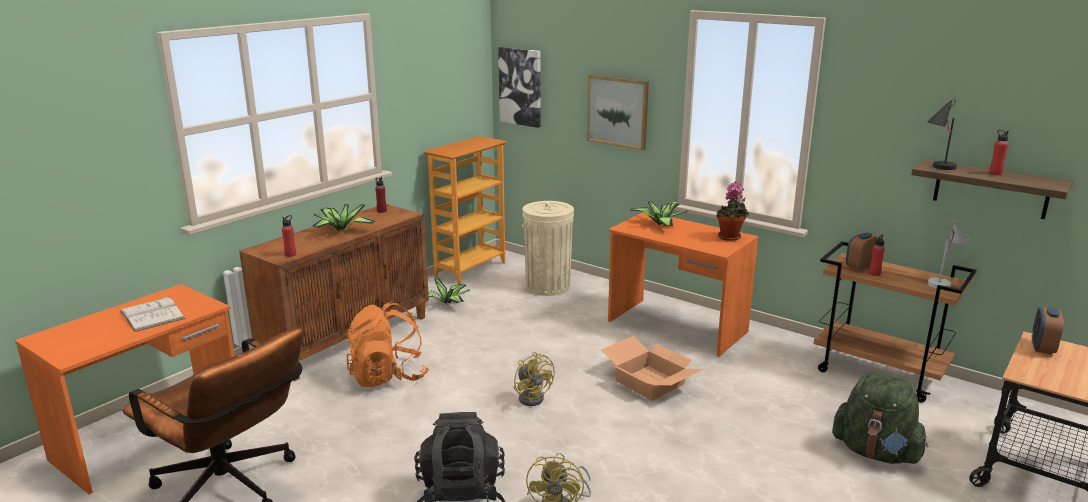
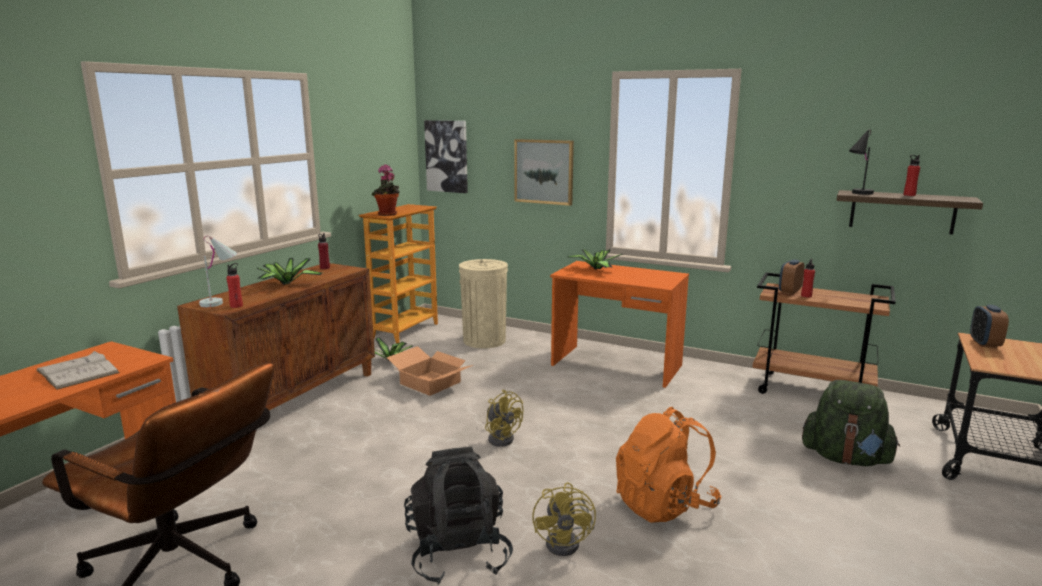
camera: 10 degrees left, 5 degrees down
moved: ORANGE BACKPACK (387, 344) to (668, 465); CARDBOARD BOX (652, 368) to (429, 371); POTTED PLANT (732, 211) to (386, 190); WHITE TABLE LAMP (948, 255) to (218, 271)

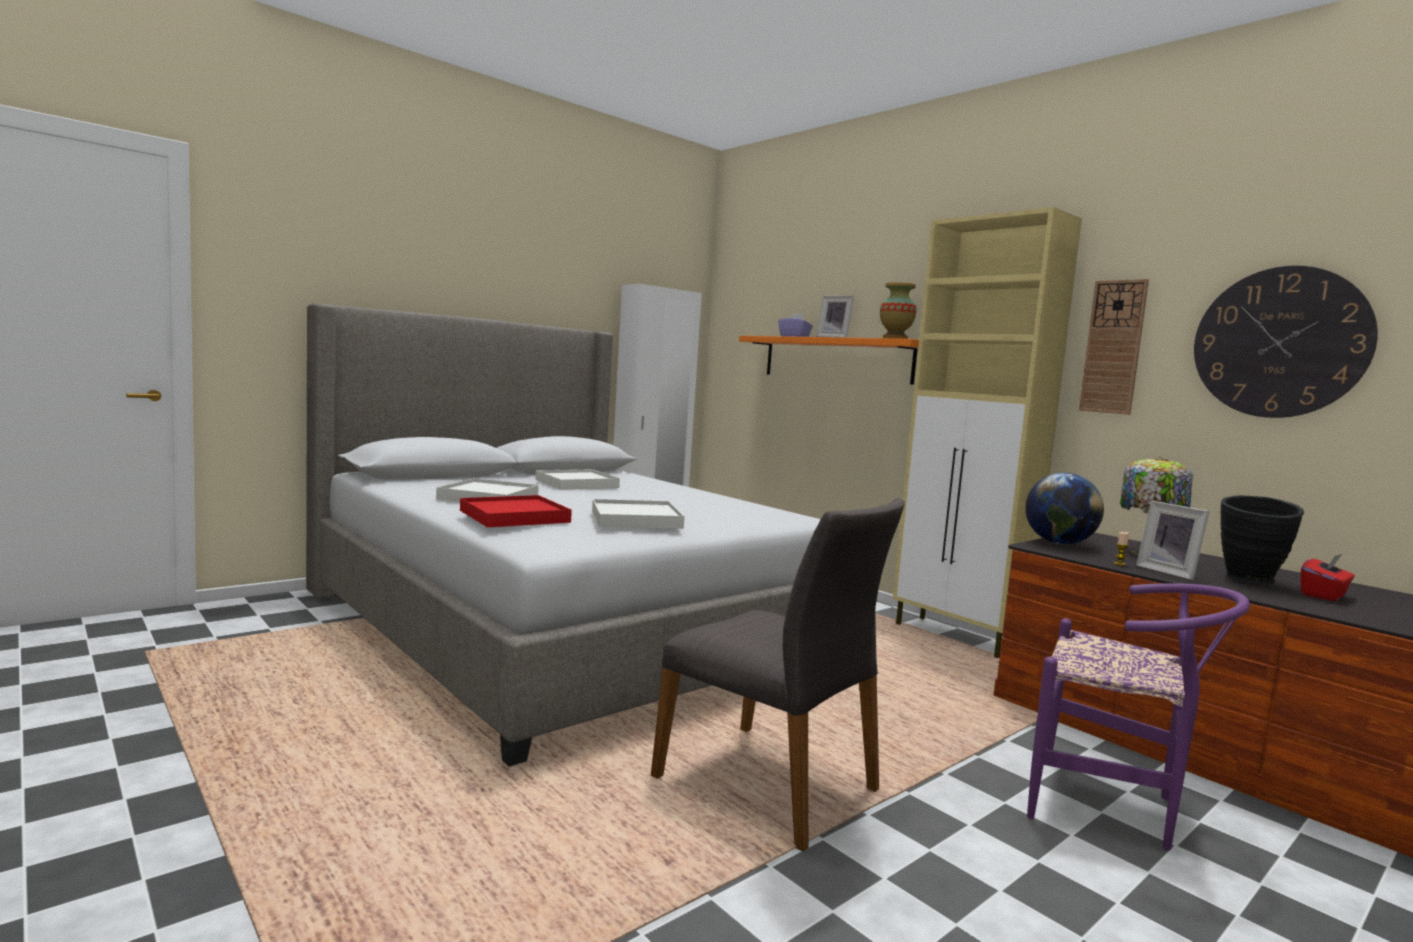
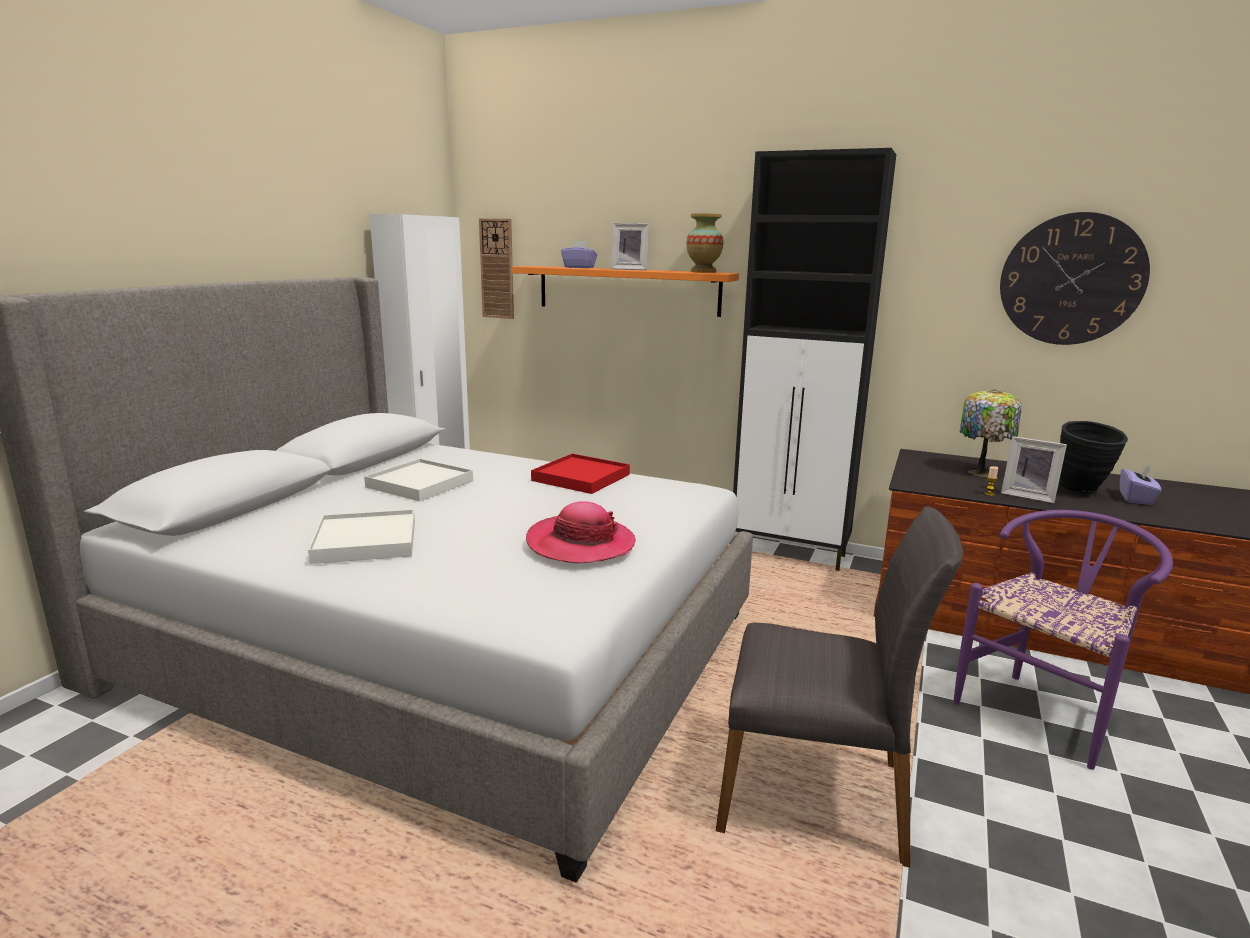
camera: 25 degrees left, 10 degrees up
removed: GLOBE (1064, 508)
moved: RED TRAY (516, 511) to (580, 474); WALL CLOCK (1114, 347) to (496, 268)
replaced: WHITE TRAY (638, 514) to HAT (581, 532)
recoloured: BEIGE CABINET (987, 432) to BLACK CABINET (814, 359); RED TISSUE BOX (1327, 577) to PURPLE TISSUE BOX (1140, 484)
turned: PURPLE CHAIR (1138, 716) = (1063, 640) 45 degrees counterclockwise

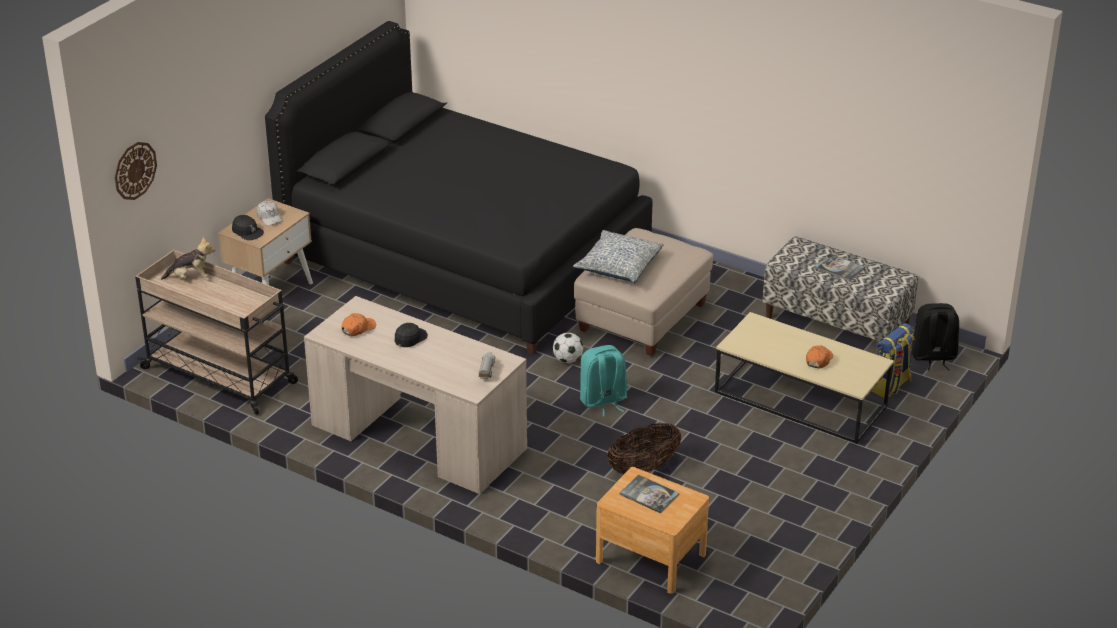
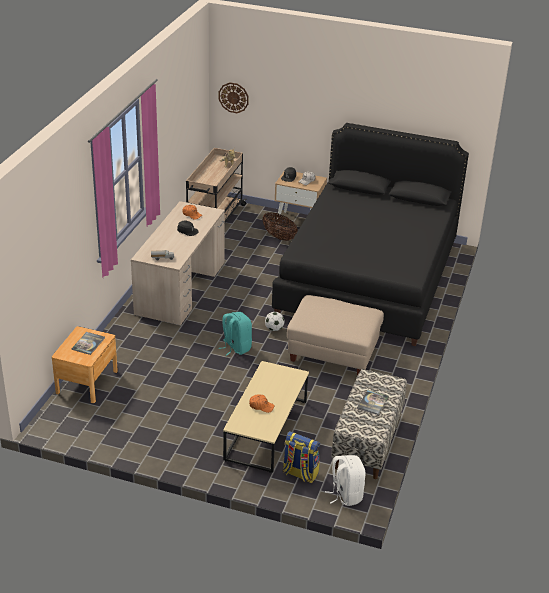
camera: 75 degrees right, 0 degrees up
removed: PILLOW (618, 256)
moved: BASKET (644, 449) to (280, 226)
recoloured: BLACK BACKPACK (935, 337) to WHITE BACKPACK (345, 480)

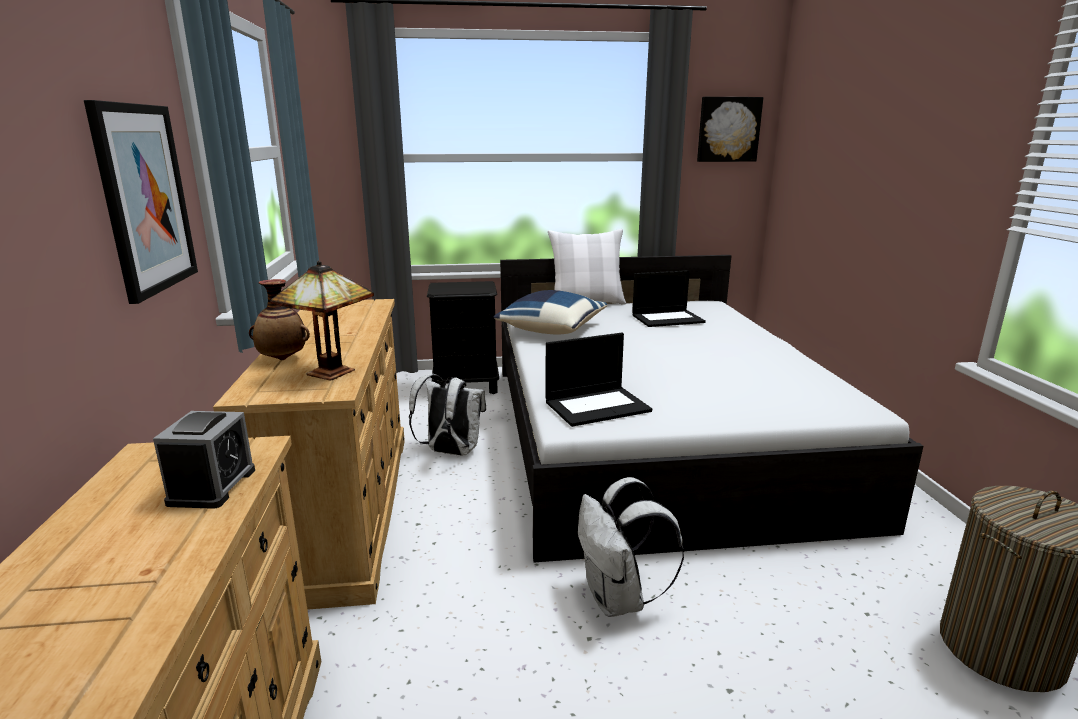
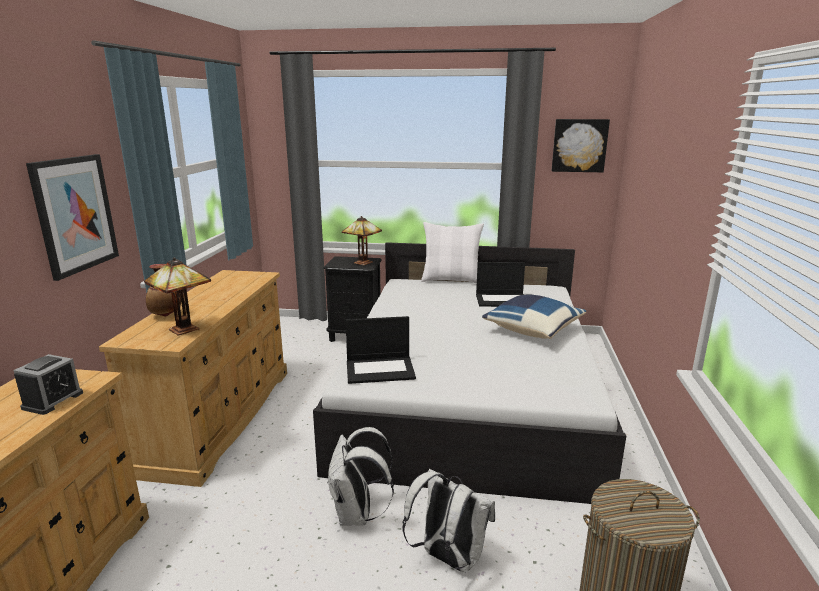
camera: 15 degrees right, 0 degrees up
added: TABLE LAMP (362, 240)
moved: WHITE BACKPACK (447, 415) to (448, 521); BLUE PILLOW (550, 312) to (534, 317)

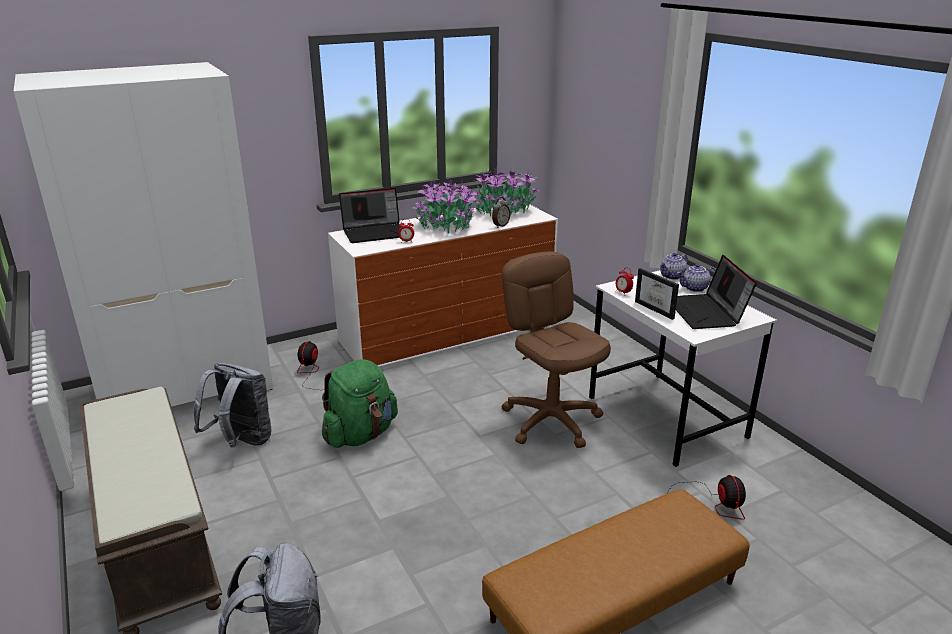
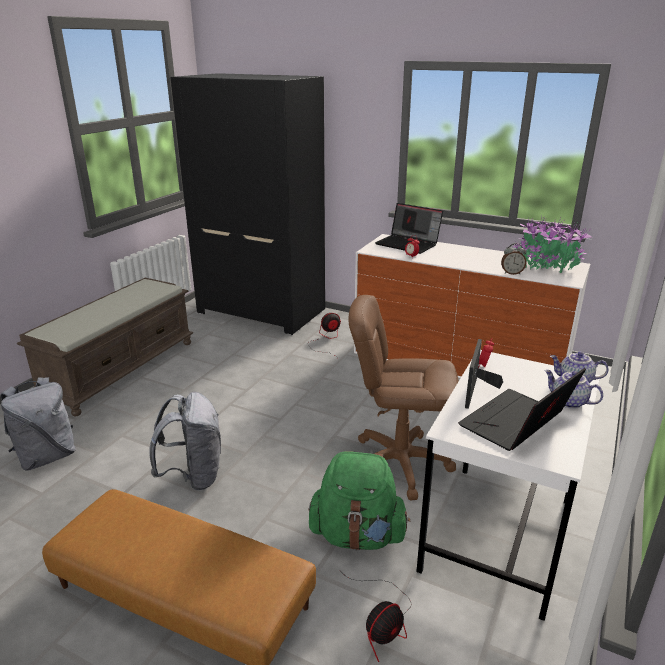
camera: 55 degrees right, 0 degrees up
removed: POTTED PLANT (445, 206)
moved: GREY BACKPACK (233, 405) to (185, 441); GREEN BACKPACK (360, 403) to (359, 500)
recoloured: WHITE WARDROBE (143, 234) to BLACK WARDROBE (247, 204)
turned: BROWN OFFICE CHAIR (556, 349) = (403, 398) 105 degrees counterclockwise

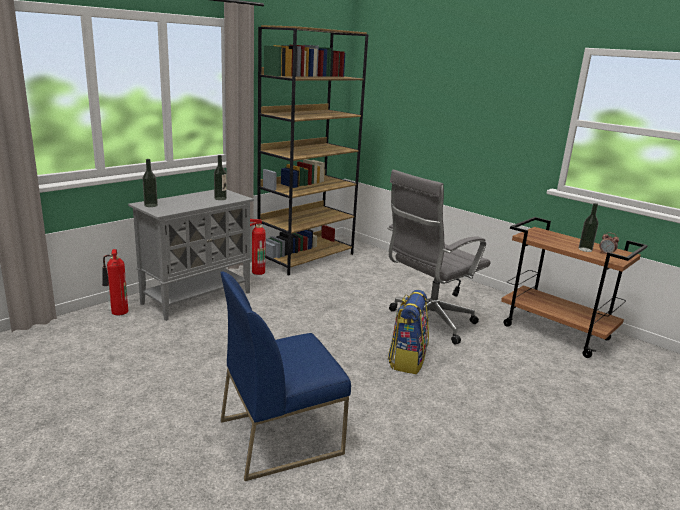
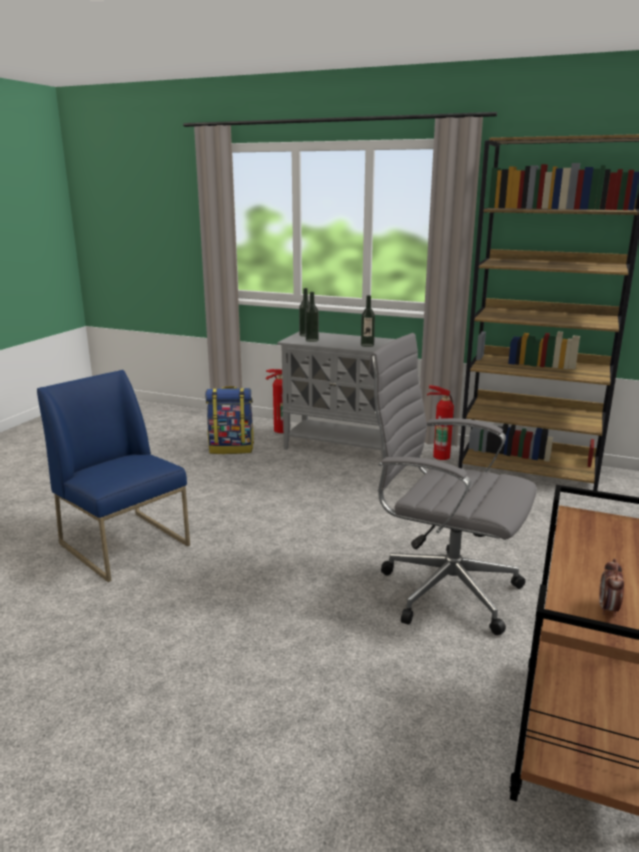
camera: 70 degrees right, 0 degrees up
moved: BACKPACK (408, 332) to (229, 420); BOTTLE (589, 227) to (312, 317)

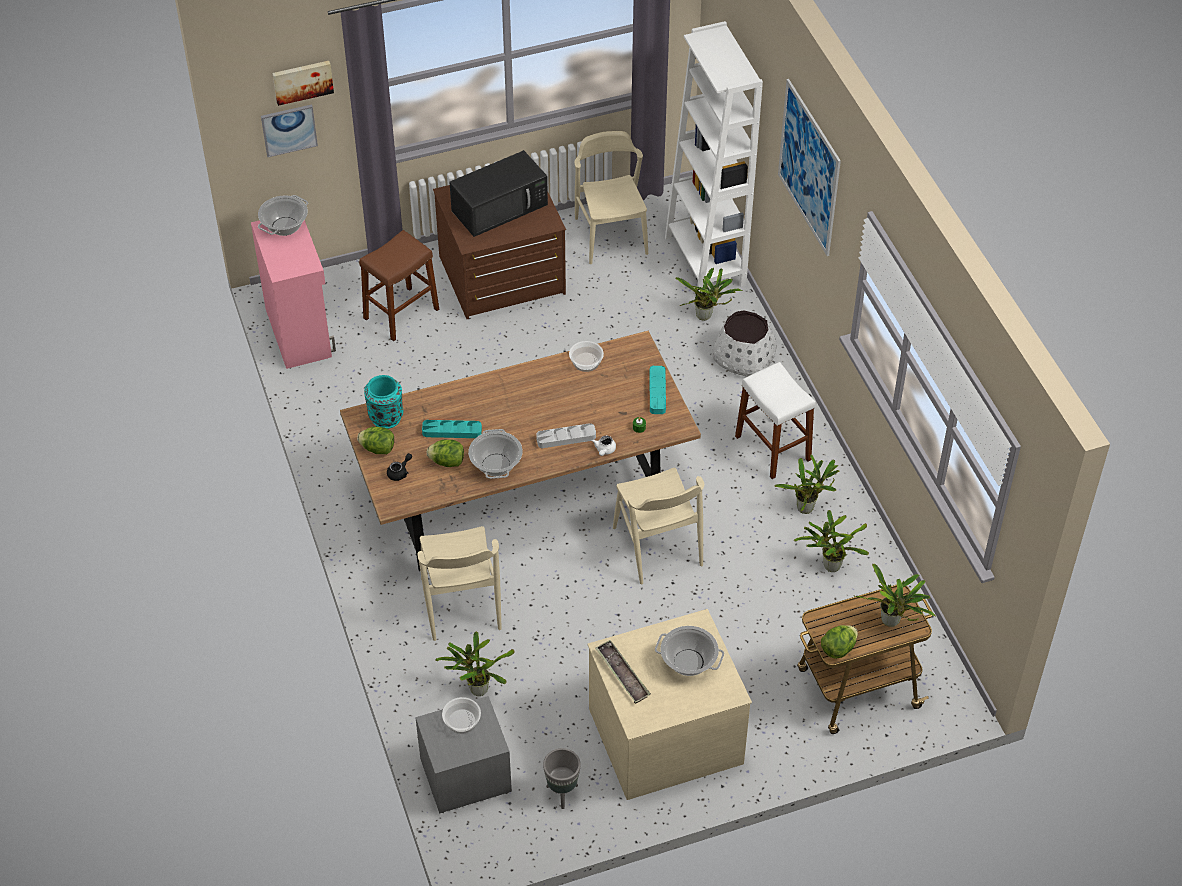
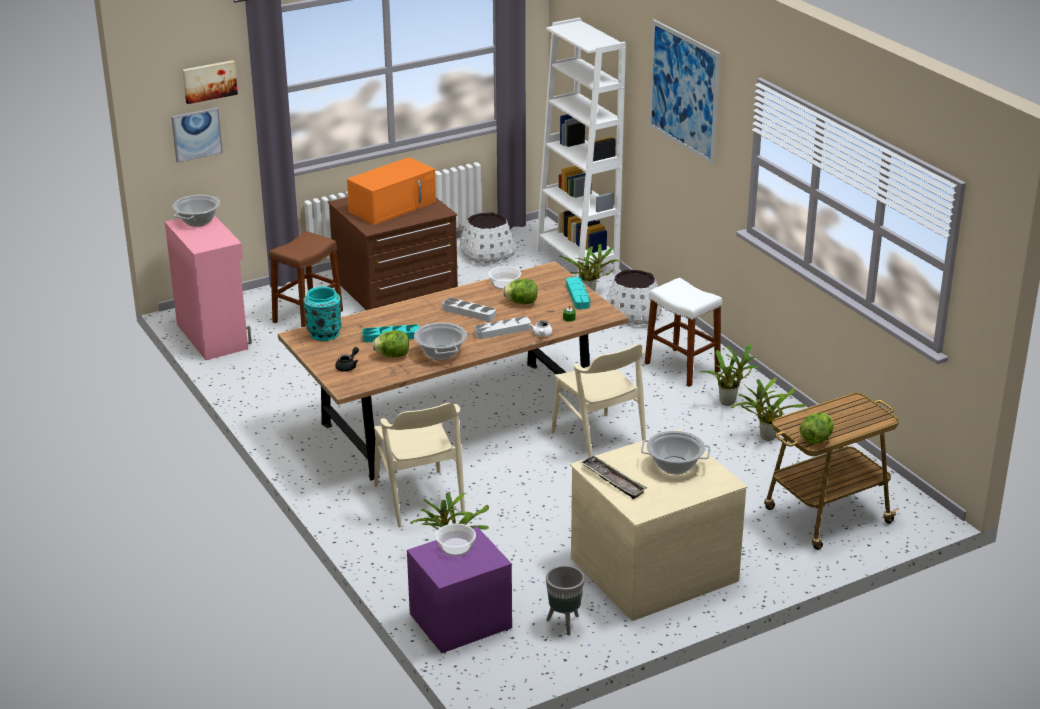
camera: 10 degrees left, 20 degrees down
removed: POTTED PLANT (895, 595)
added: GREY TRAY (469, 309)
moved: LETTUCE (375, 440) to (520, 291)
replaced: BEIGE CHAIR (611, 197) to WHITE PLANTER (488, 237)
recoloured: GREY NIGHTSTAND (463, 755) to PURPLE NIGHTSTAND (459, 590); BLACK MICROWAVE (499, 193) to ORANGE MICROWAVE (391, 191)

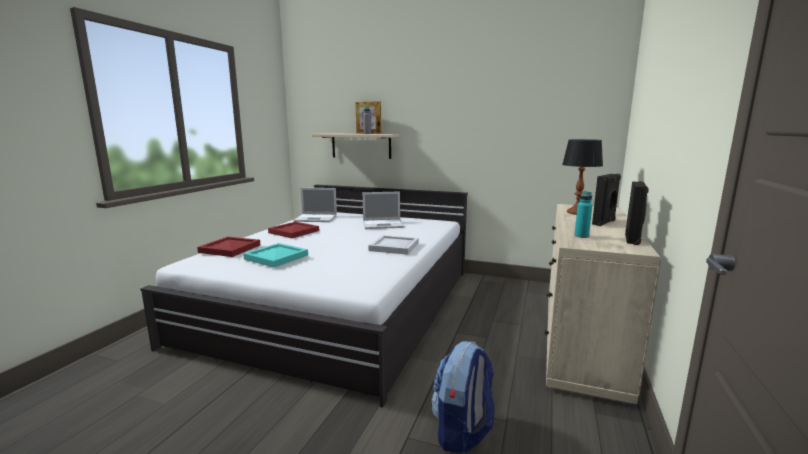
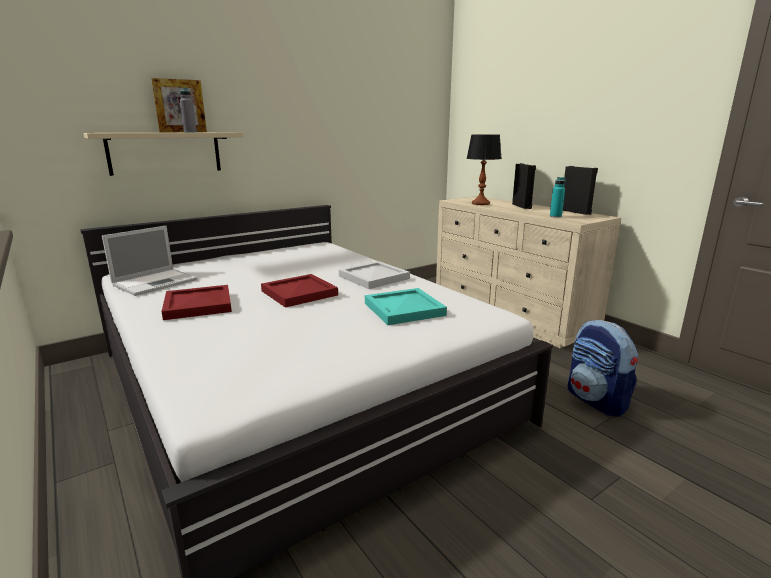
camera: 55 degrees left, 5 degrees up
removed: LAPTOP (383, 210)
moved: RED TRAY (228, 247) to (299, 291); TURQUOISE TRAY (275, 255) to (406, 306)

